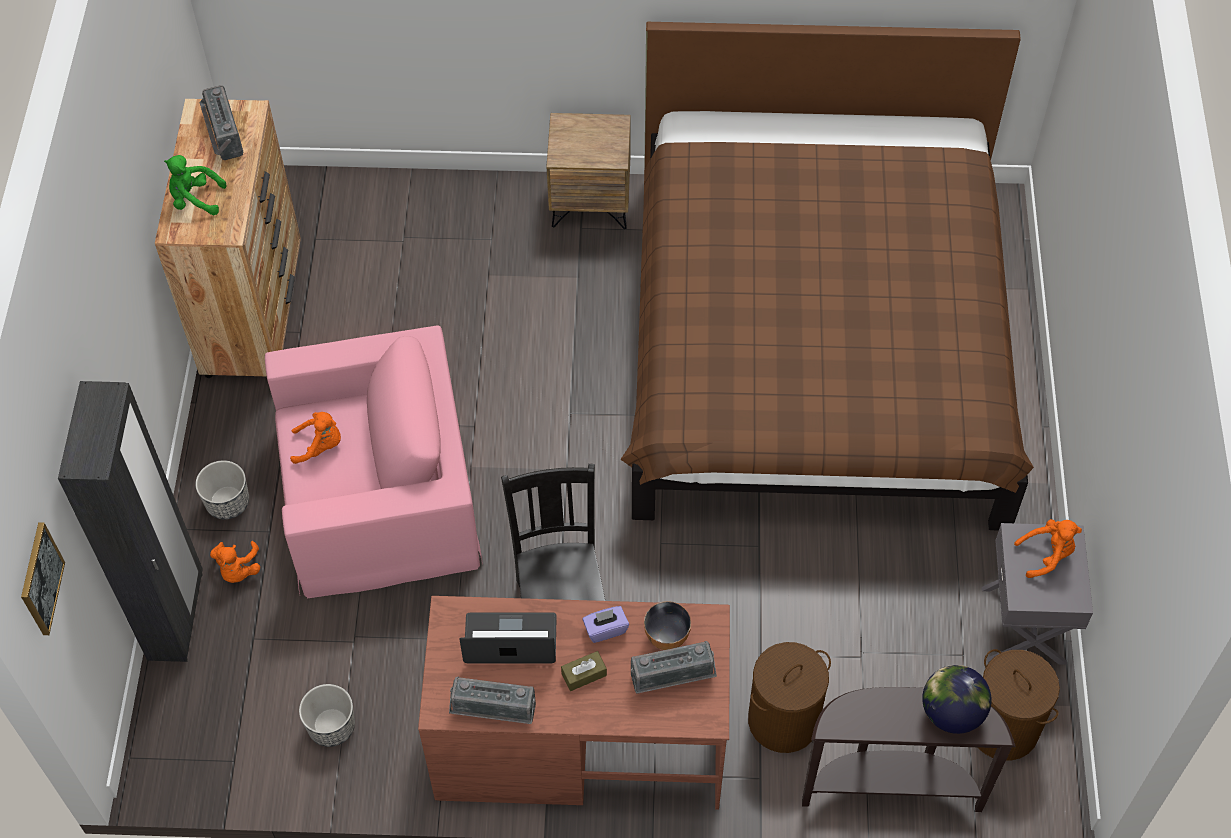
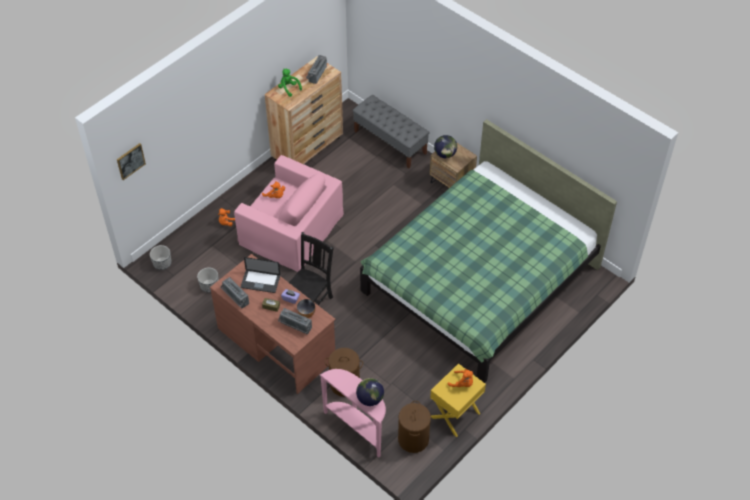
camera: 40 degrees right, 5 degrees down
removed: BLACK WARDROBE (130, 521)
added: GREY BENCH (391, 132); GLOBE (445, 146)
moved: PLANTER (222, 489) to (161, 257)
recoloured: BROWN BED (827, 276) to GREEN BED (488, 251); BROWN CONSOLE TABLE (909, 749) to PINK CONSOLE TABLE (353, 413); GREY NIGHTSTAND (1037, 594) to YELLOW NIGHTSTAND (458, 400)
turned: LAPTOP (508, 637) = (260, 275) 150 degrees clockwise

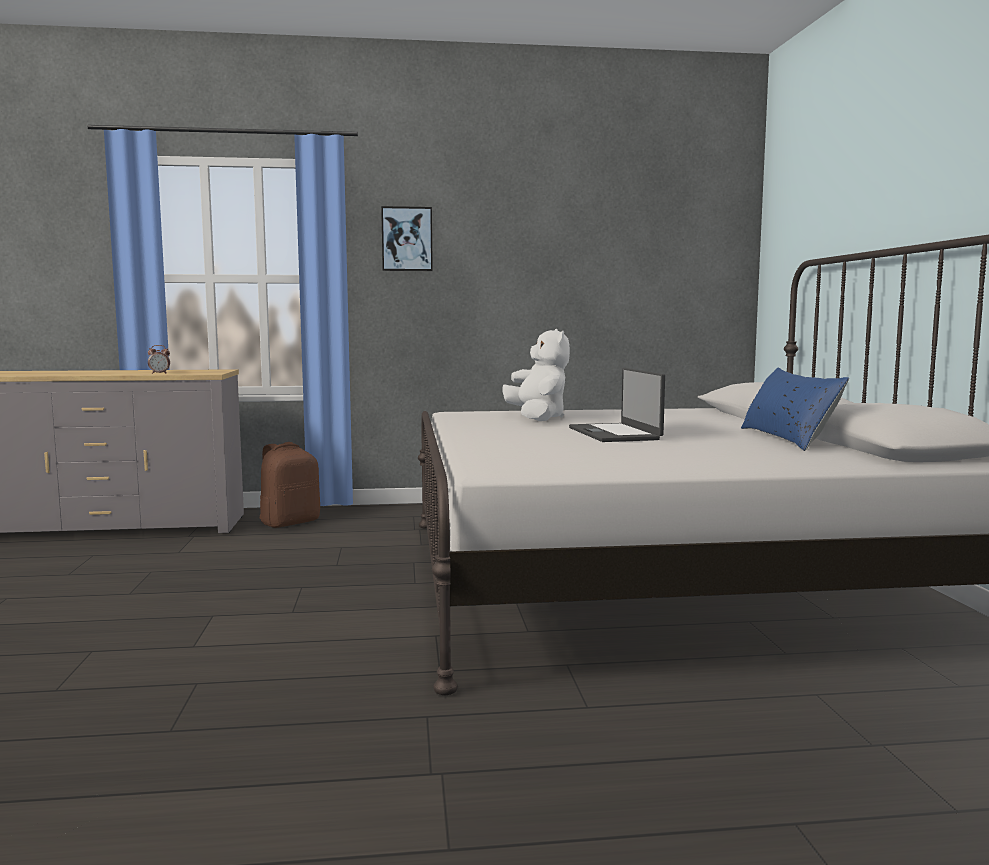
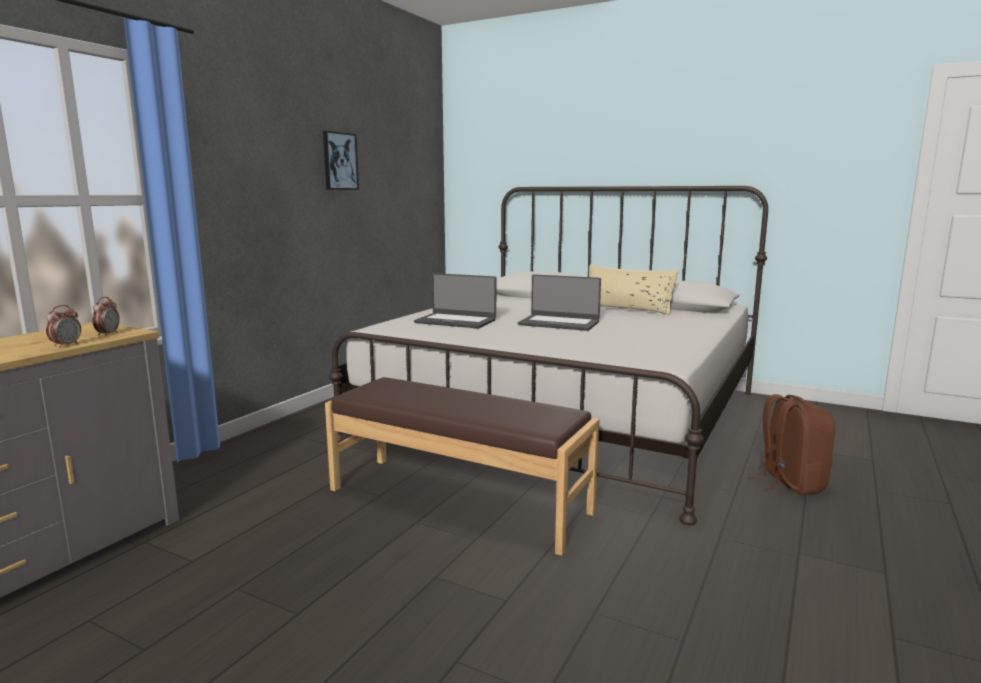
camera: 55 degrees left, 5 degrees up
added: ALARM CLOCK (106, 316); BROWN BENCH (462, 466)
moved: BROWN BACKPACK (290, 485) to (791, 444); PICTURE (407, 238) to (341, 160)
replaced: WHITE PLUSH TOY (536, 375) to LAPTOP (455, 300)
recoloured: BLUE PILLOW (795, 409) to BEIGE PILLOW (634, 289)

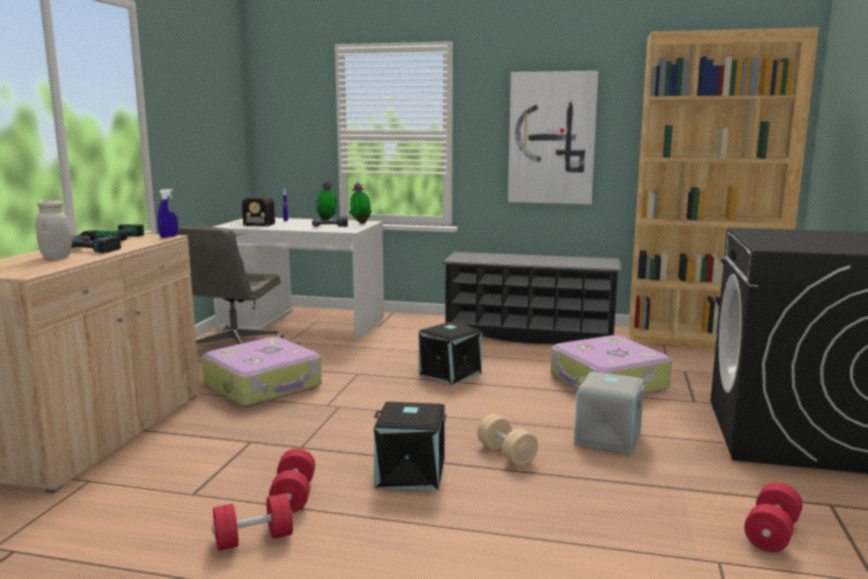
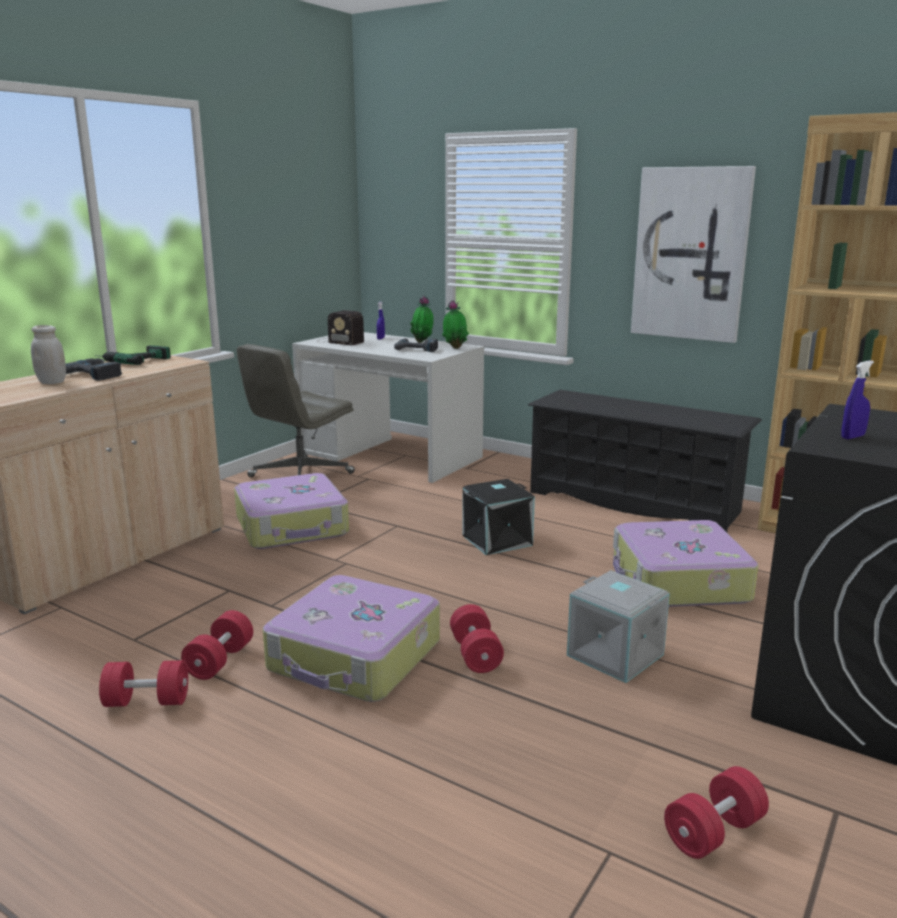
camera: 20 degrees right, 5 degrees up
moved: BLUE SPRAY BOTTLE (168, 213) to (858, 399)
replaced: BLACK STORAGE BOX (410, 446) to SUITCASE (351, 638)
recoloured: BEIGE DUMBBELL (507, 440) to RED DUMBBELL (477, 638)

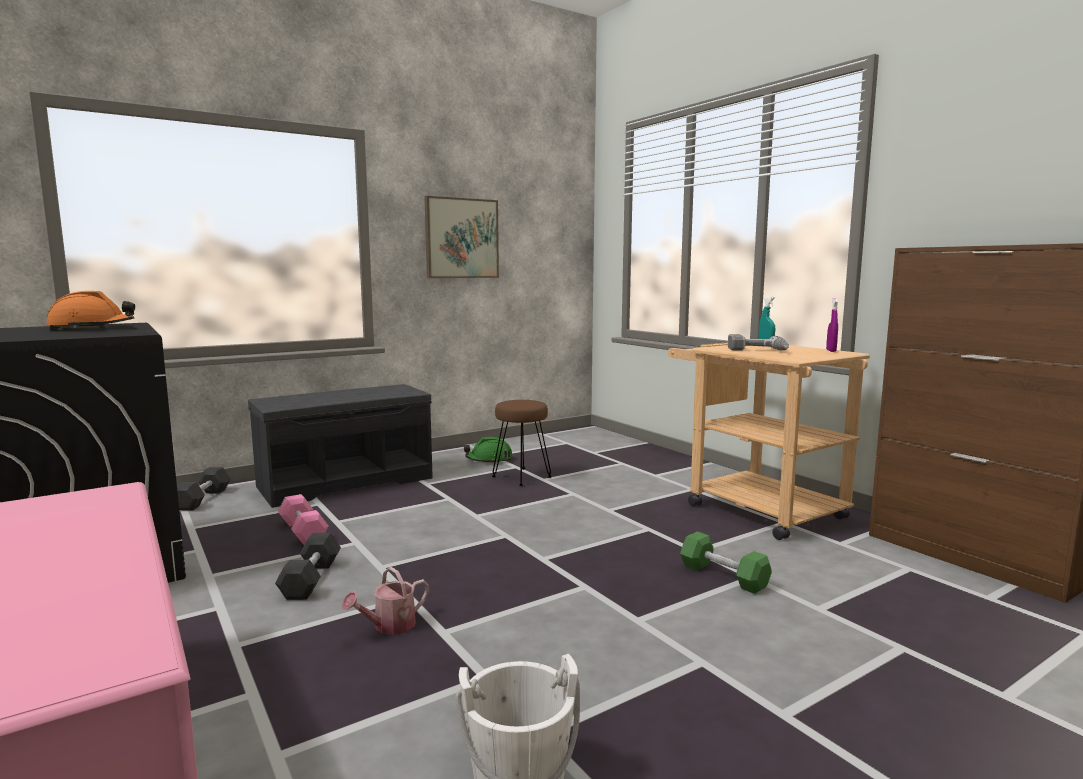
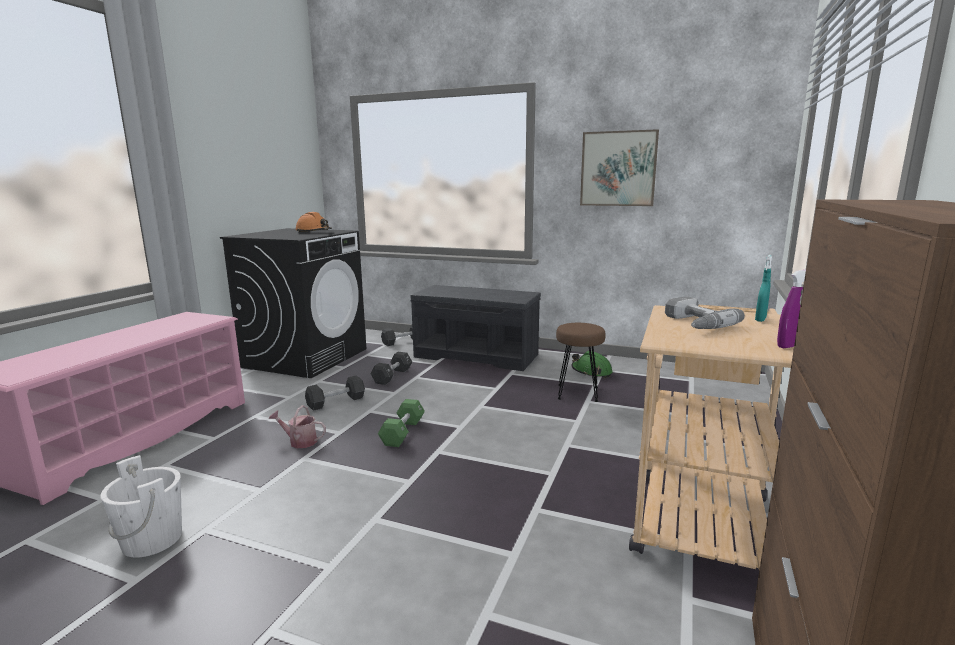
camera: 55 degrees right, 5 degrees up
moved: GREEN DUMBBELL (726, 562) to (401, 423)
recoloured: PINK DUMBBELL (303, 519) to BLACK DUMBBELL (391, 368)

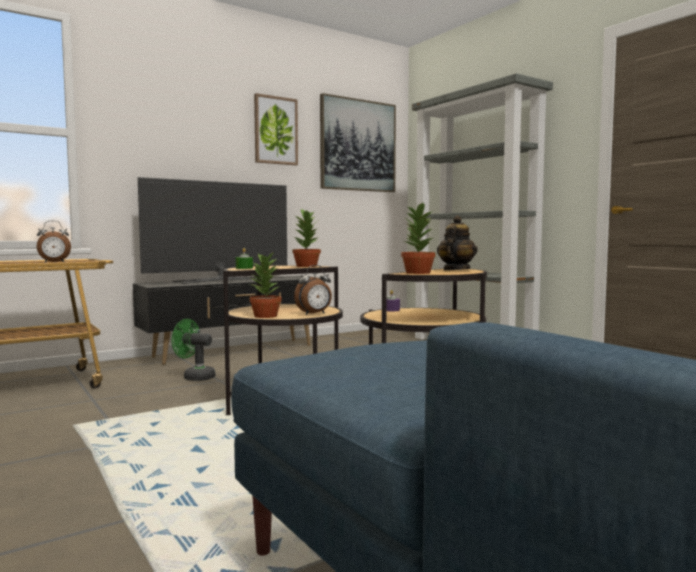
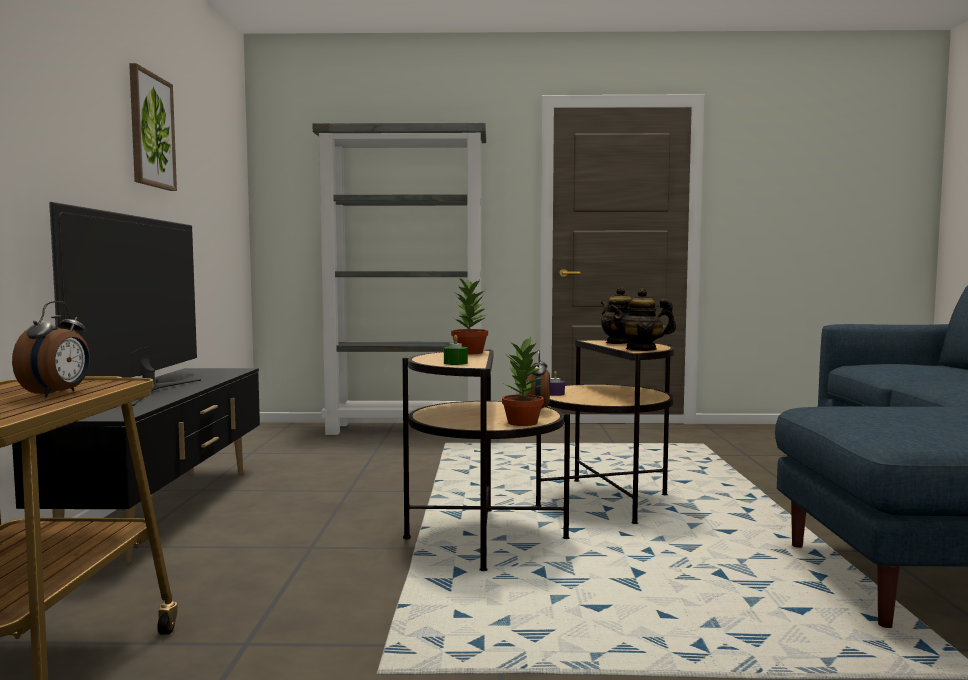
camera: 55 degrees left, 0 degrees up
removed: GREEN FAN (194, 350); PICTURE (358, 142)
replaced: POTTED PLANT (418, 238) to TEAPOT (642, 319)

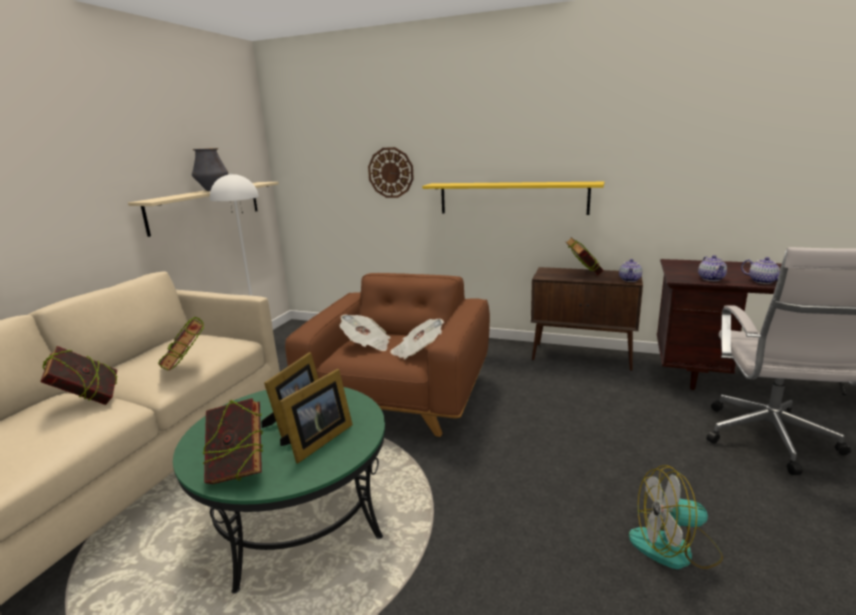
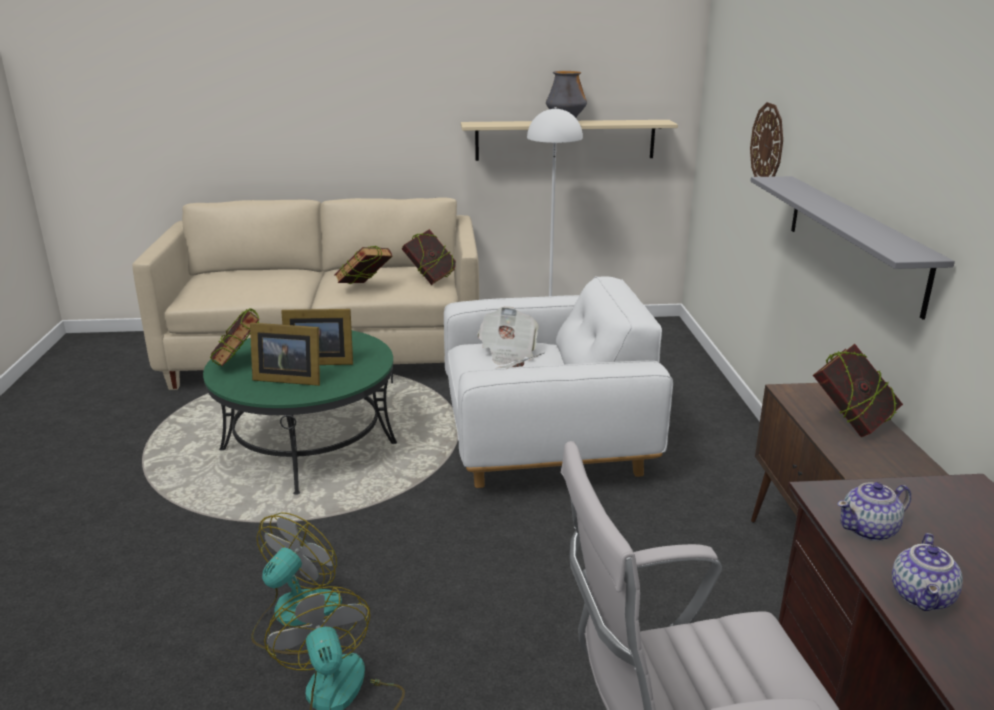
camera: 65 degrees right, 5 degrees up
removed: TEAPOT (630, 270)
added: FAN (296, 583)
moved: BOOK (79, 375) to (429, 257)
recoloured: BROWN ARMCHAIR (387, 355) to WHITE ARMCHAIR (558, 382); YELLOW SHELF (513, 198) to GREY SHELF (852, 248)

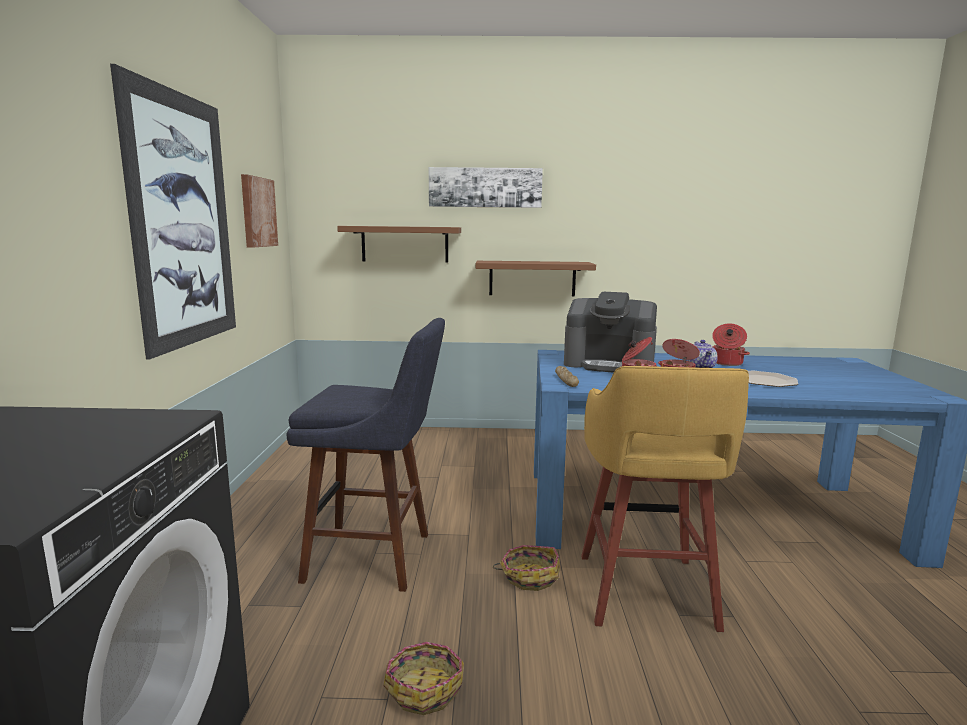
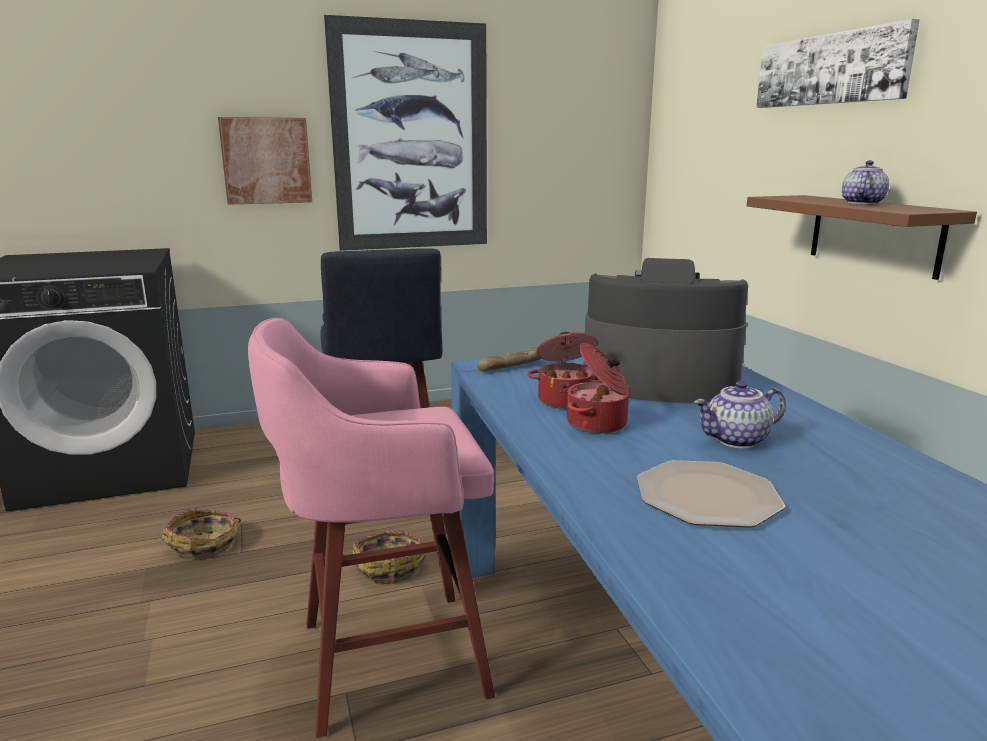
camera: 70 degrees right, 5 degrees up
removed: BROWN SHELF (399, 244); COOKING POT (731, 344)
added: TEAPOT (865, 182)
moved: PICTURE (259, 211) to (265, 161)
recoloured: YELLOW STOOL (665, 499) to PINK STOOL (371, 528)
turned: COFFEE MACHINE (610, 332) = (665, 330) 105 degrees clockwise

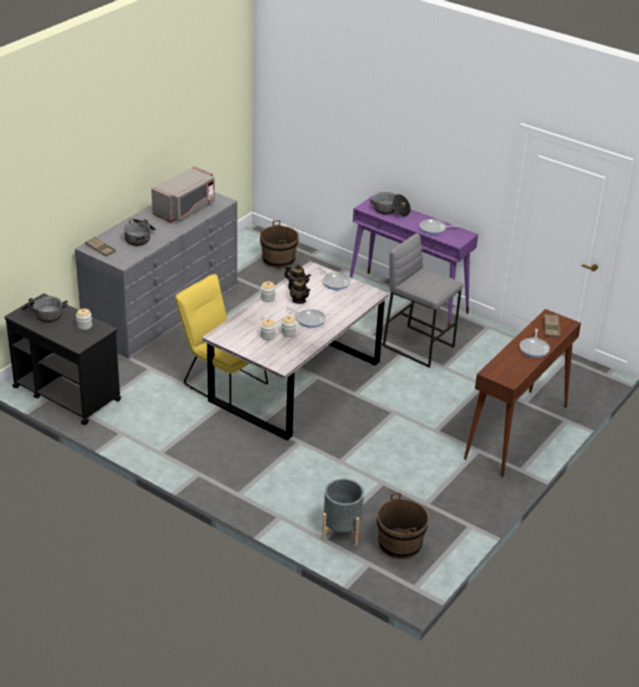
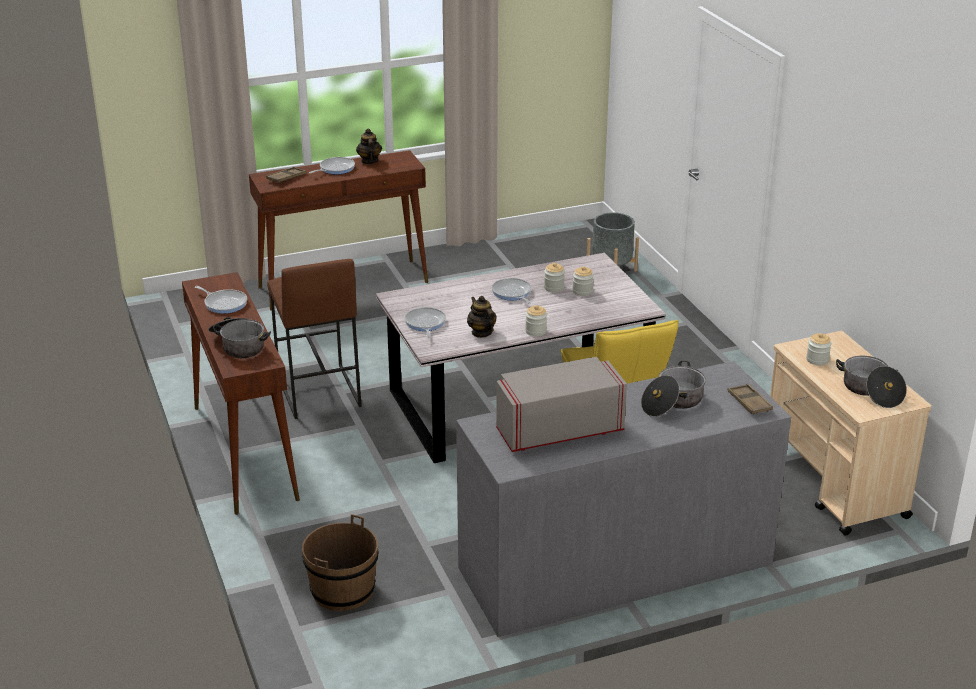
camera: 145 degrees left, 5 degrees down
removed: BROWN BUCKET (403, 526)
moved: TEAPOT (299, 290) to (369, 146)
recoloured: BLACK CART (63, 359) to BEIGE CART (850, 433); PURPLE CONSOLE TABLE (414, 262) to BROWN CONSOLE TABLE (241, 393); GREY STOOL (422, 300) to BROWN STOOL (314, 339)

